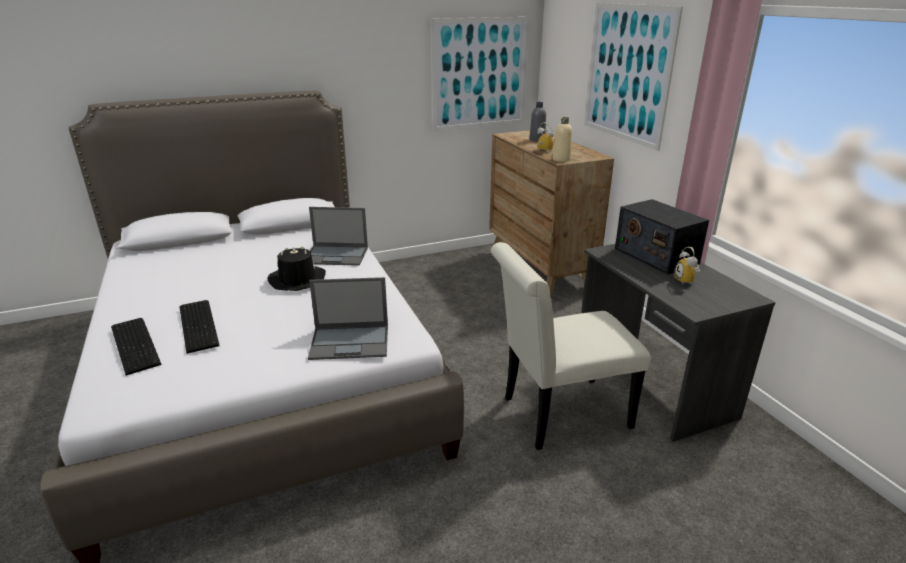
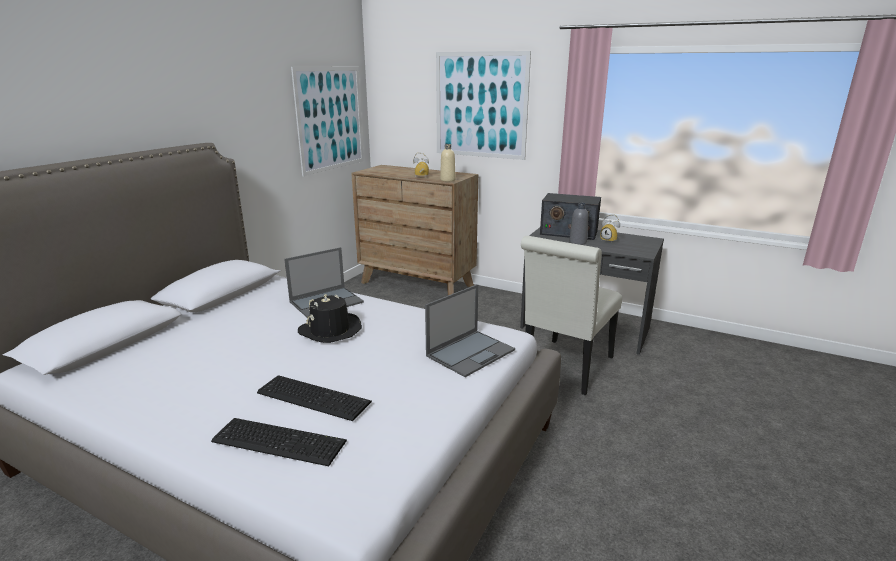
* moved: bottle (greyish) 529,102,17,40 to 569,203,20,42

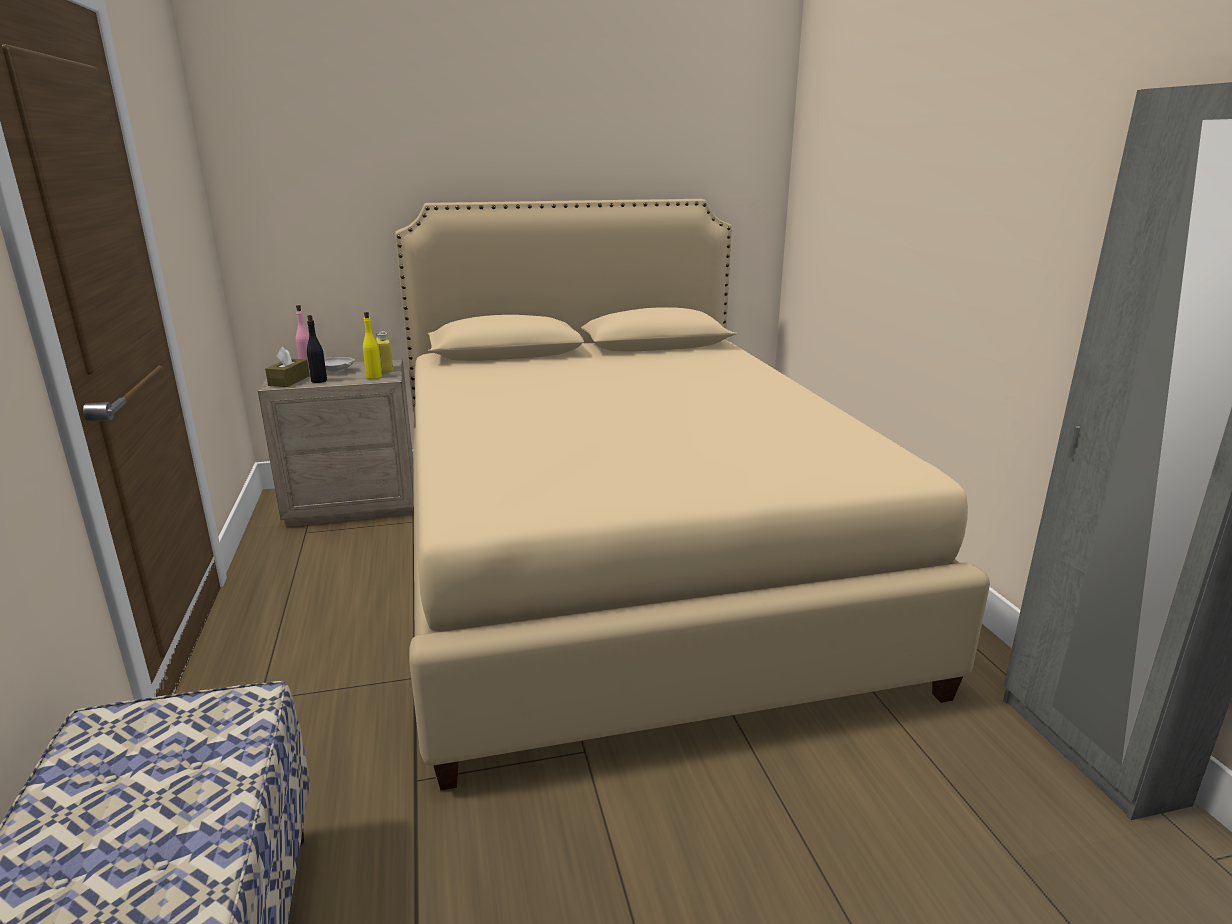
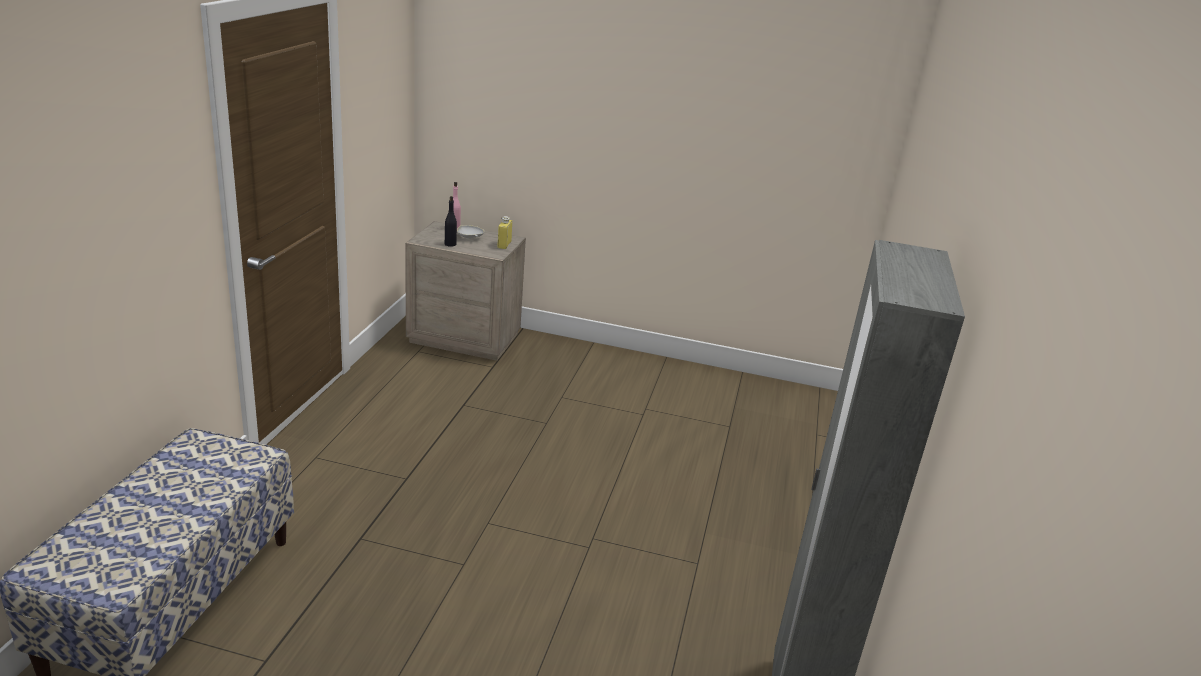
* removed: tissue holder (brown-coloured) 265,347,45,40
* removed: bottle (yellowish) 363,312,19,67
* removed: bed (beige) 395,199,595,592

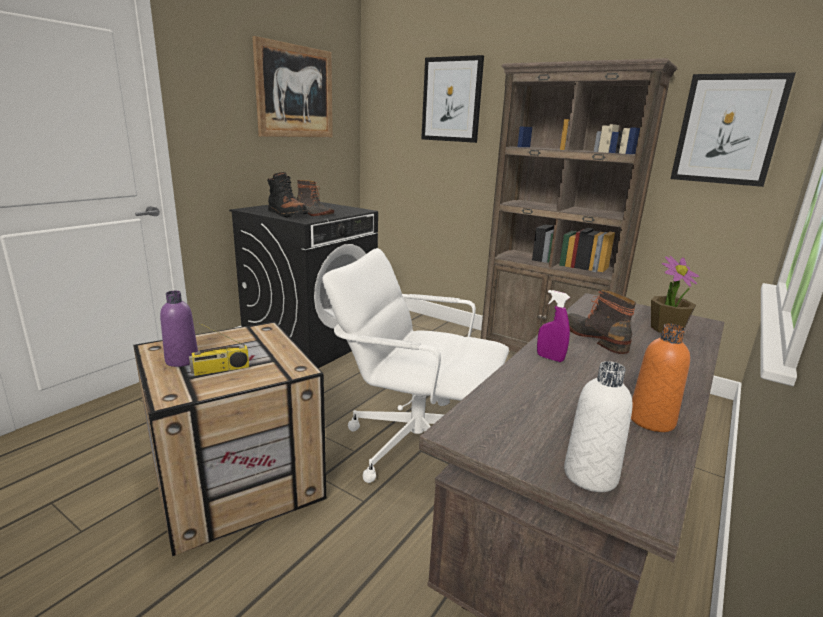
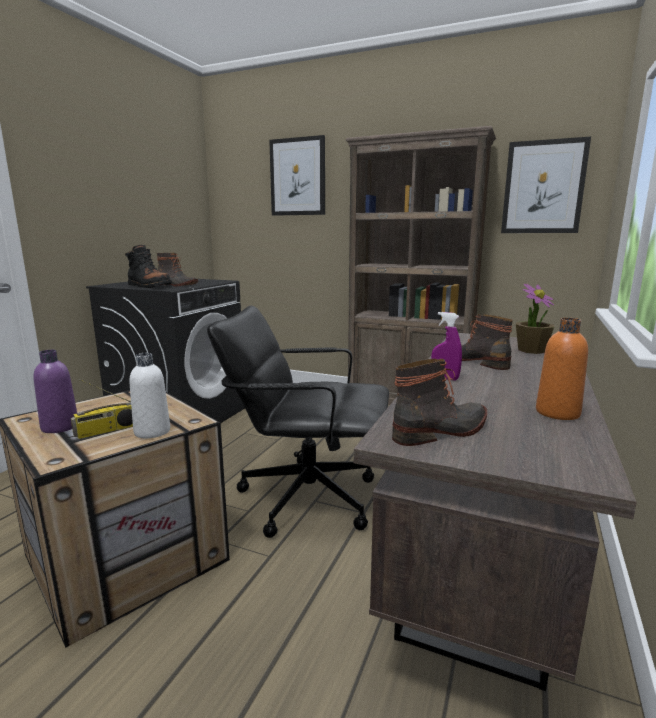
* removed: wall art 252,36,81,101
* added: high-top boot 392,359,95,87
* moved: bottle (whitish) 564,361,68,131 to 129,353,41,85
* recoloured: office chair (whitish) 322,248,187,235 to office chair (black-coloured) 207,306,182,232

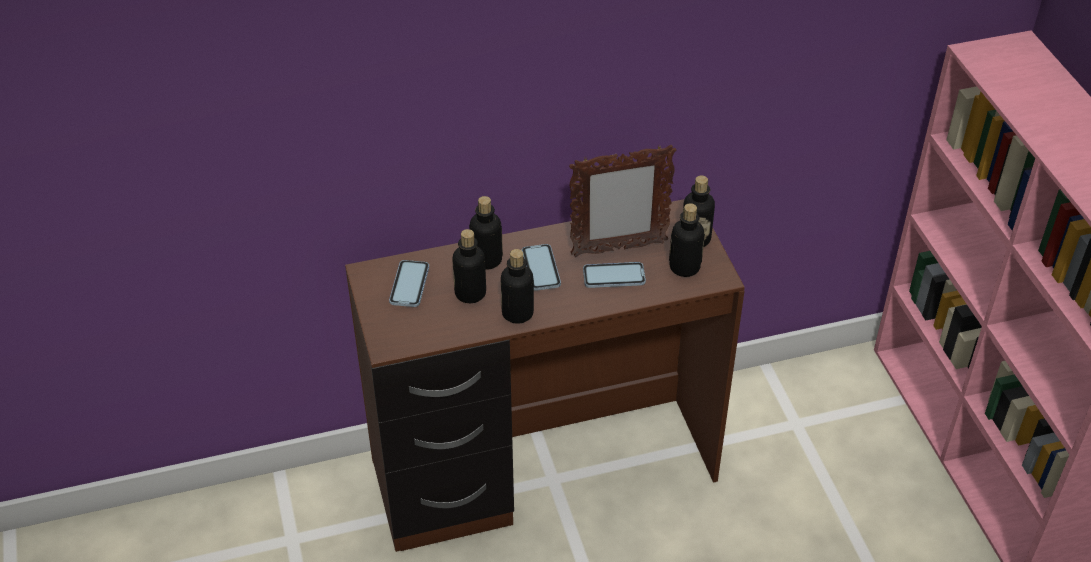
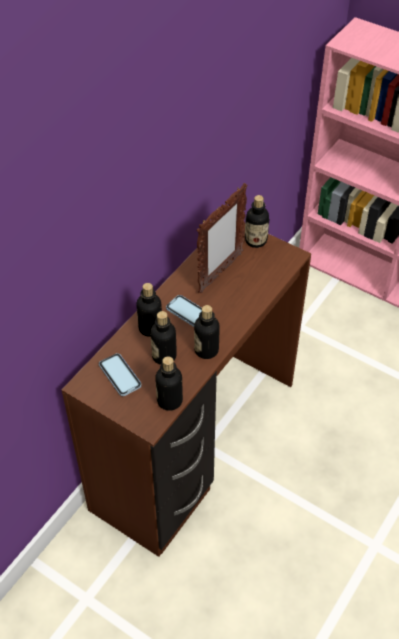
* removed: telephone 583,262,63,26
* moved: bottle 669,203,36,74 to 155,356,28,55

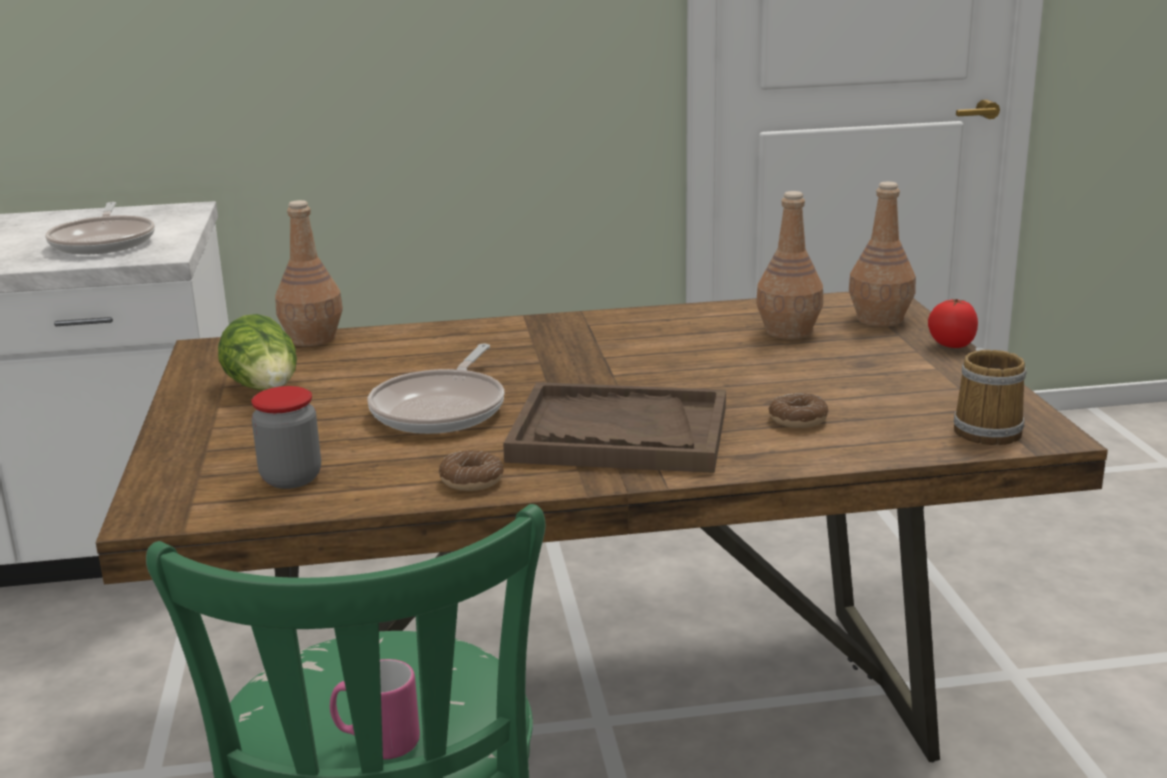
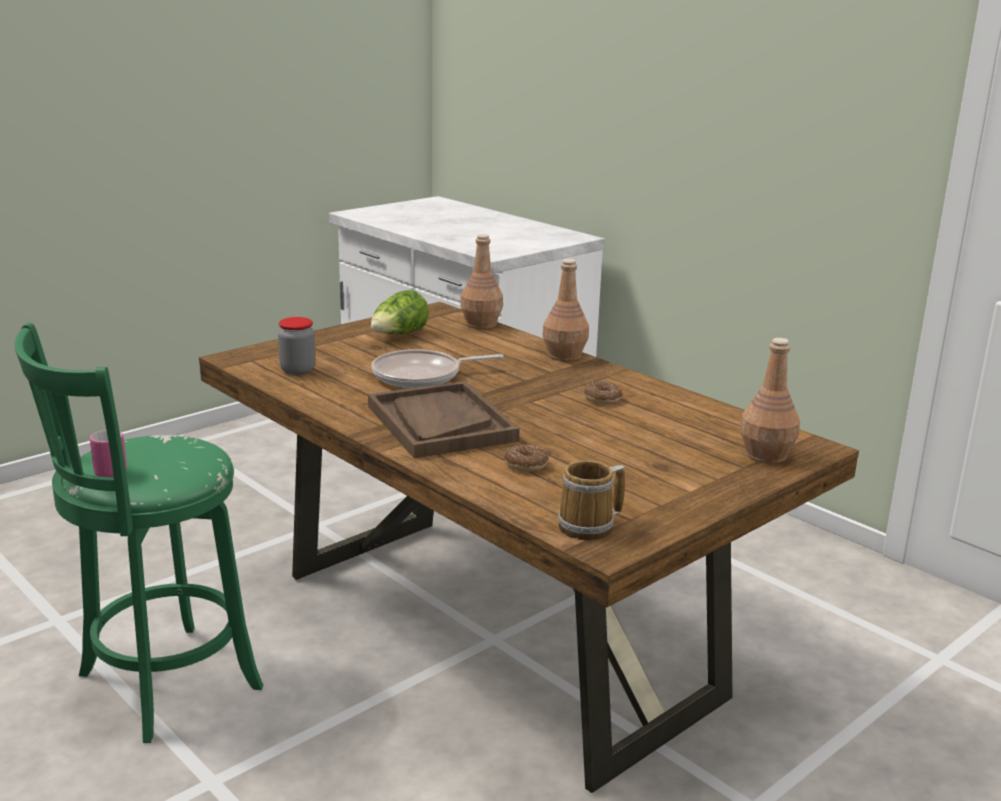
* removed: pan 45,202,110,52
* removed: tomato 928,299,50,49
* moved: ring doughnut 439,450,65,41 to 584,381,39,23
* moved: bottle (brown-coloured) 756,191,67,148 to 542,259,47,102

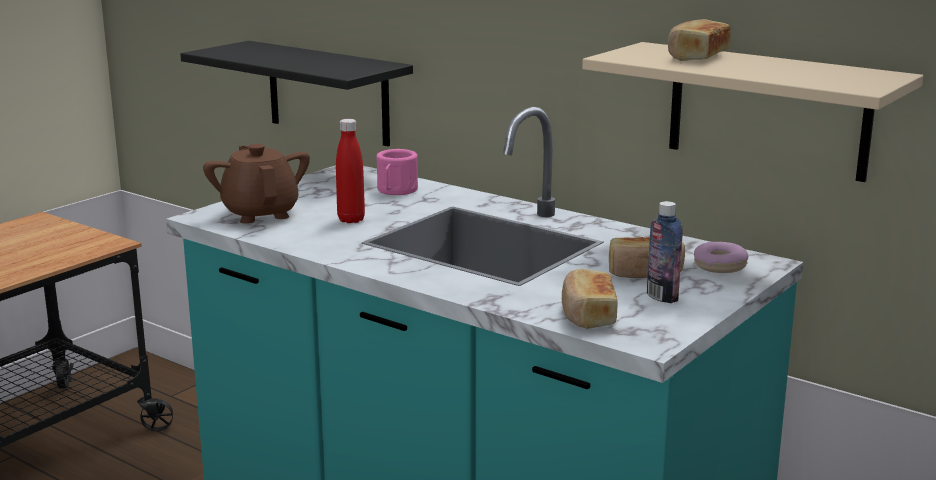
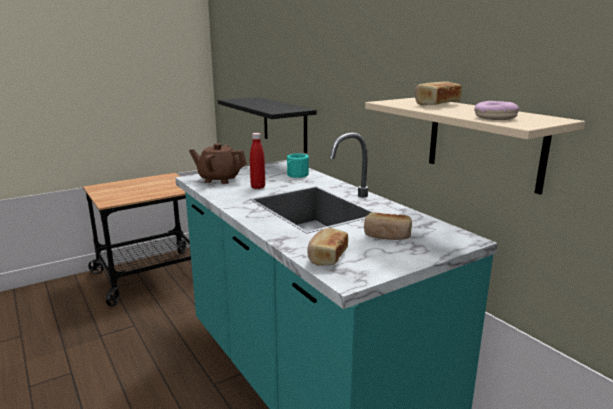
* removed: bottle 647,201,36,102
* moved: ring doughnut 694,242,54,31 to 474,101,45,19
* recoloured: tea mug (pink-coloured) 376,149,42,46 to tea mug (turquoise-coloured) 287,153,22,25
* turned: tea pot (brown-coloured) 203,144,107,80 = 189,143,58,41 75 degrees counterclockwise

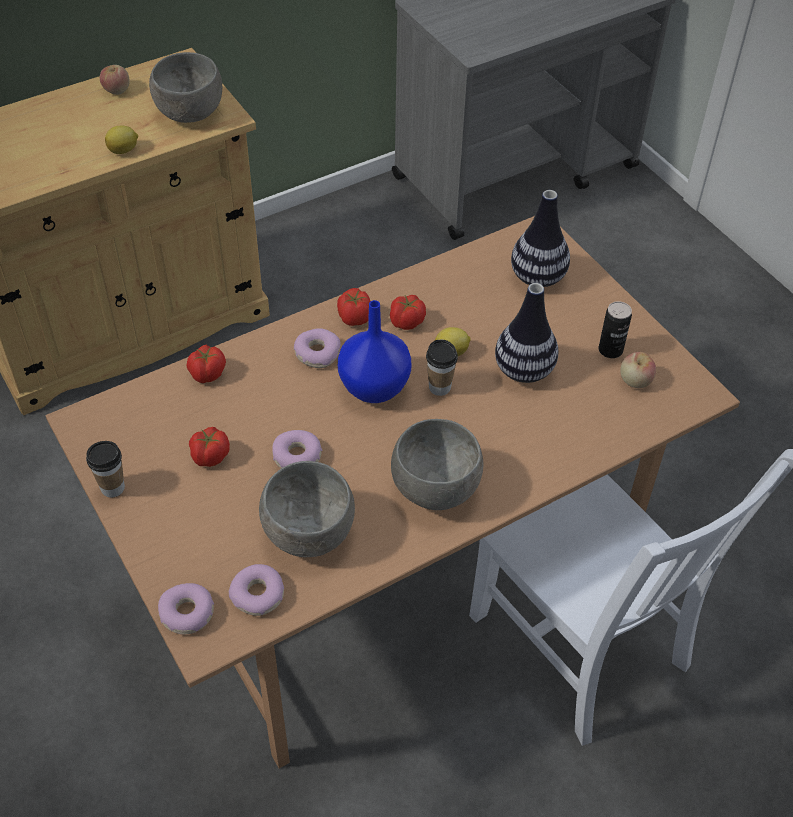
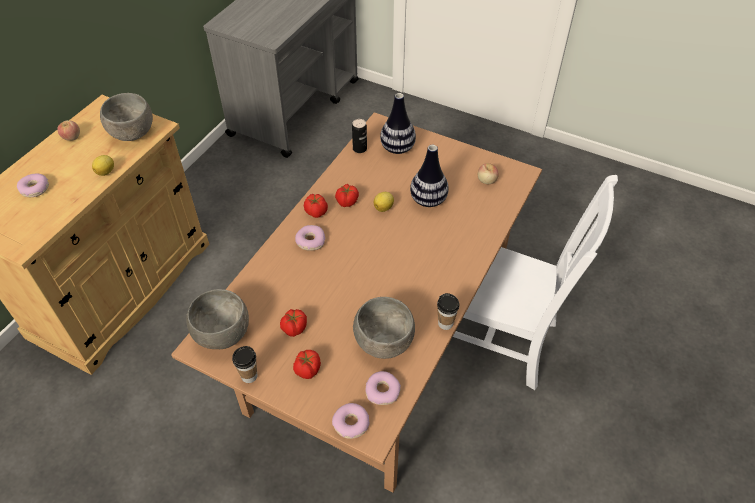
* removed: flower vase (bluish) 338,300,73,103
* moved: tomato 186,345,40,38 to 293,350,28,29
* moved: ring doughnut 272,430,50,38 to 17,174,32,23
* moved: bowl (greyish) 391,419,92,91 to 186,289,63,60
* moved: small cup 426,340,32,56 to 437,293,23,37
* moved: metal can 598,301,34,57 to 352,119,15,34

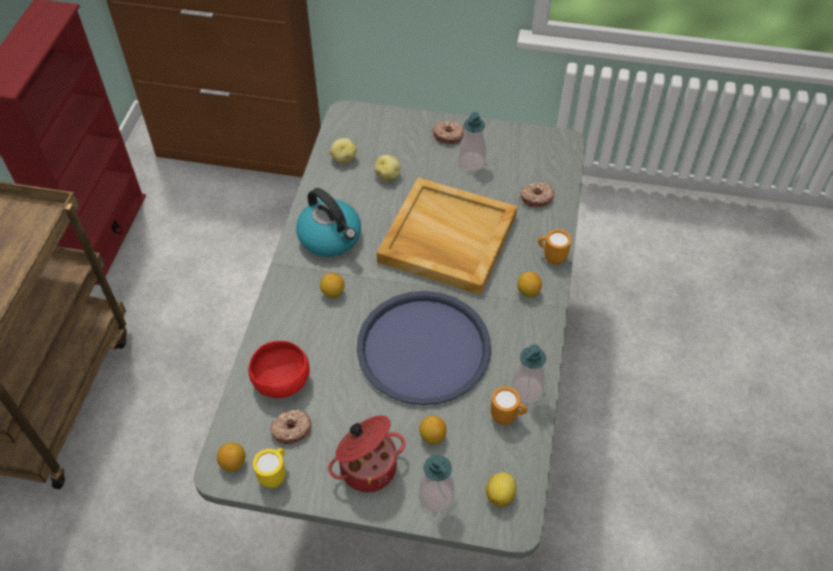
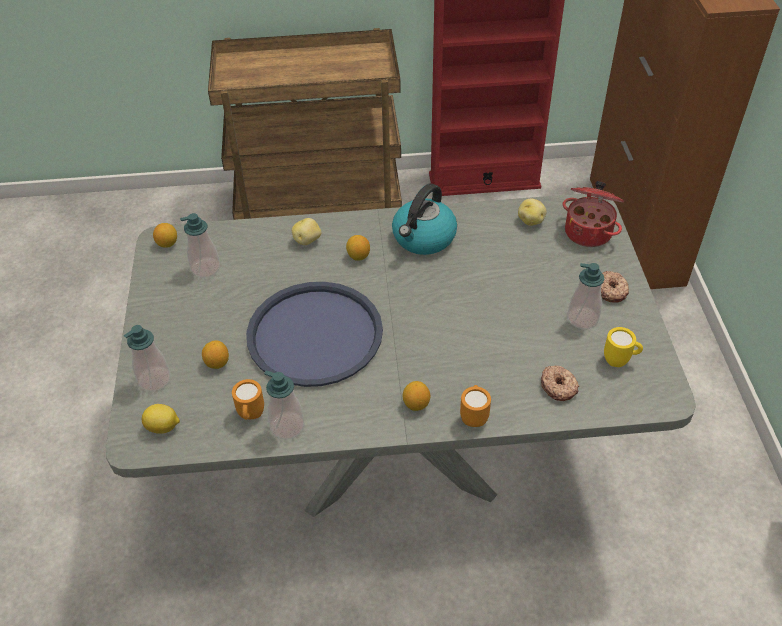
* removed: bowl (reddish) 248,341,62,57
* removed: tray (beige) 377,177,140,118
* moved: tea mug (yellowish) 253,448,33,40 to 604,327,39,40
* moved: stockpot 328,415,78,77 to 562,181,62,66
* moved: whole potato 374,155,27,26 to 292,218,30,27
* replaced: ring doughnut 270,409,42,35 to soap bottle 180,213,40,65

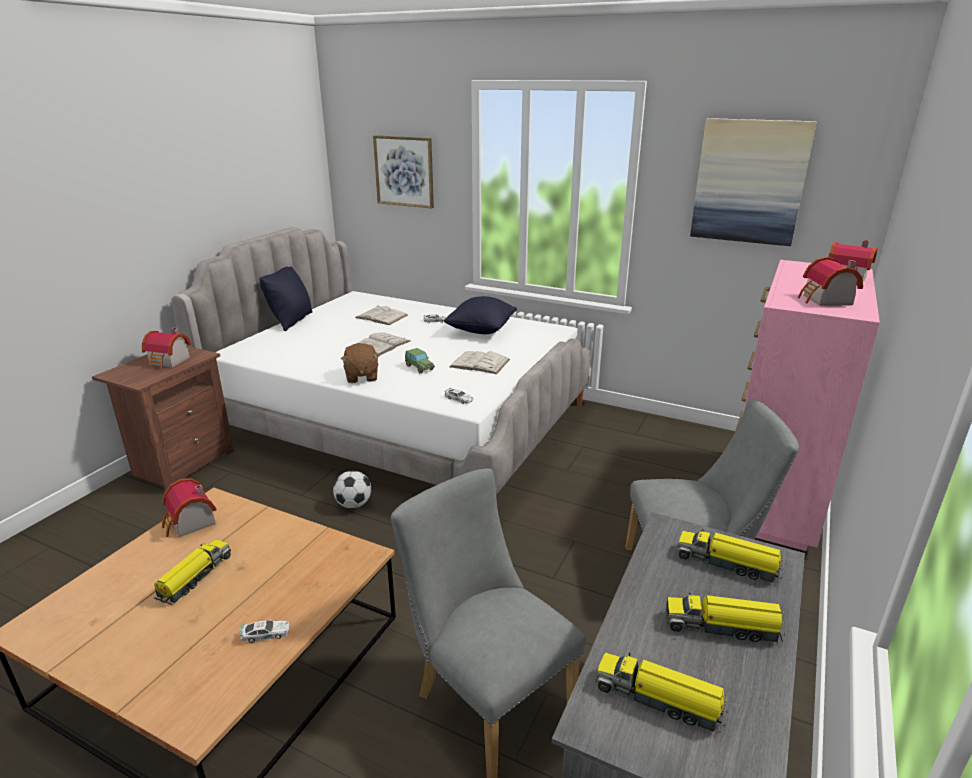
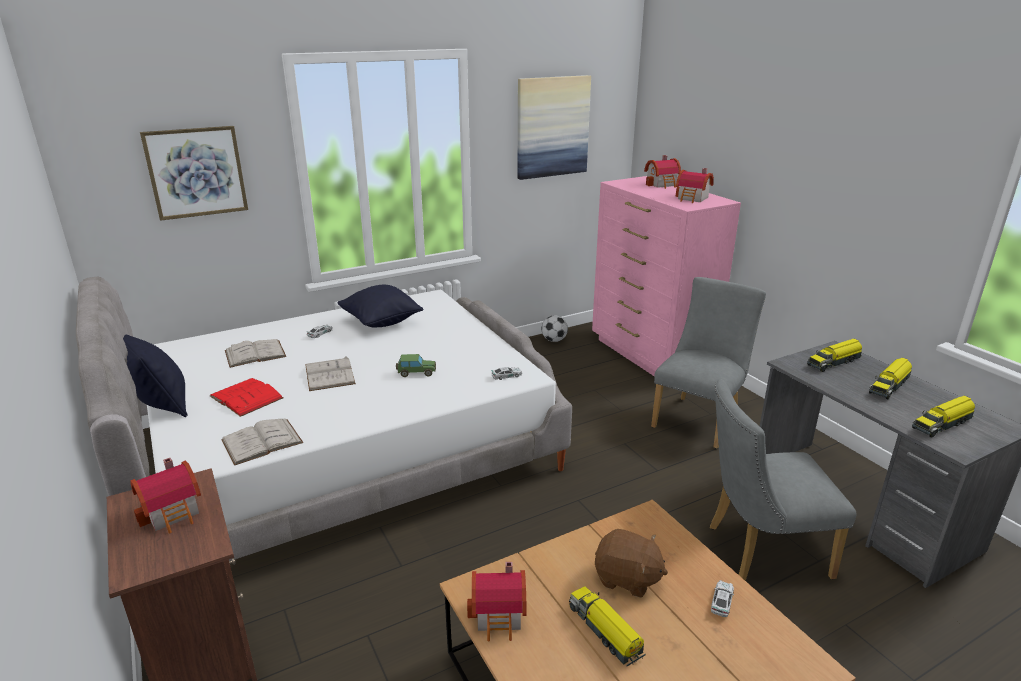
* added: book (reddish) 210,378,73,39
* moved: ball for football 333,471,38,38 to 542,315,26,27
* moved: plush toy (brown-coloured) 341,343,38,40 to 595,529,73,69
* moved: book (whitish) 450,351,60,23 to 221,418,82,48

